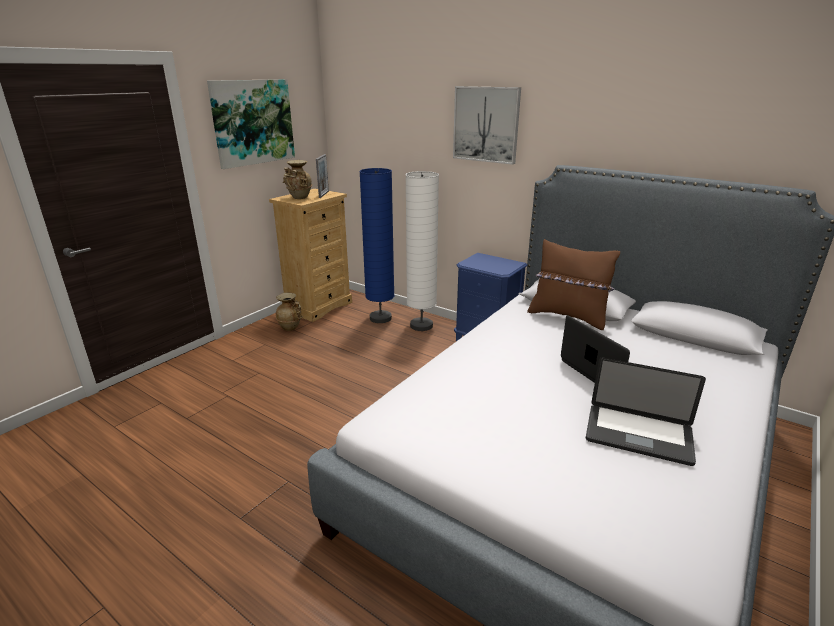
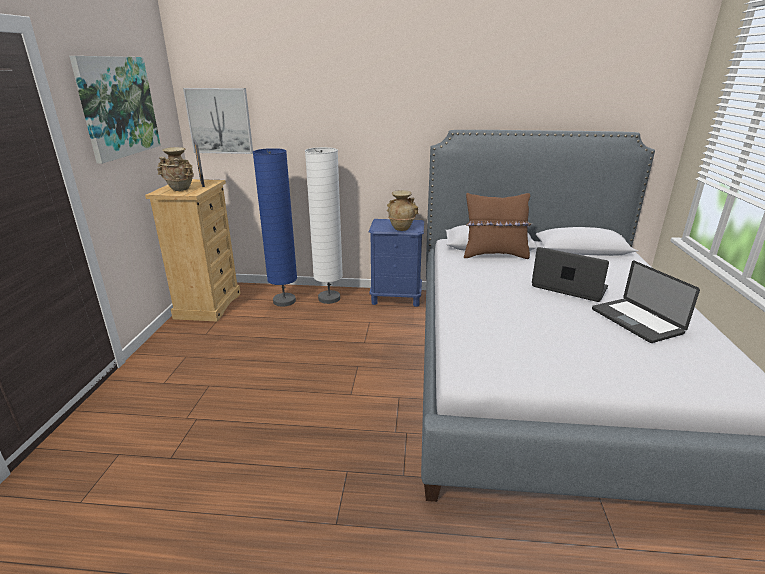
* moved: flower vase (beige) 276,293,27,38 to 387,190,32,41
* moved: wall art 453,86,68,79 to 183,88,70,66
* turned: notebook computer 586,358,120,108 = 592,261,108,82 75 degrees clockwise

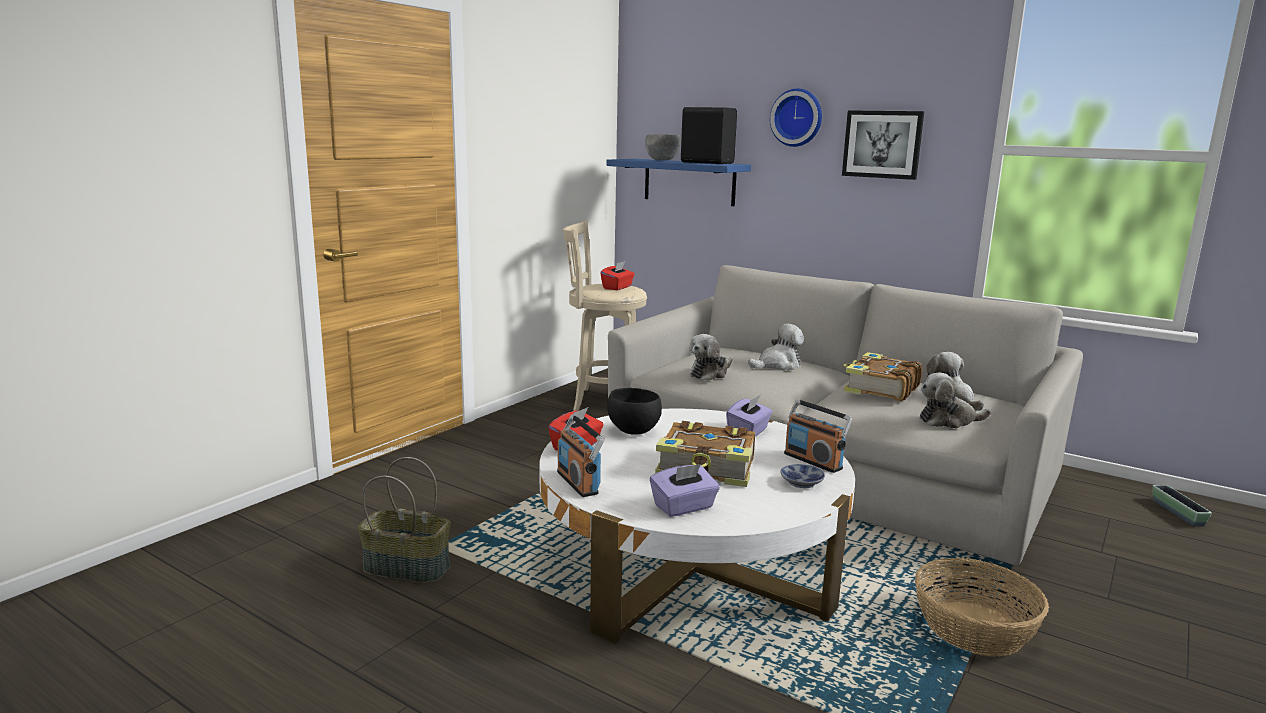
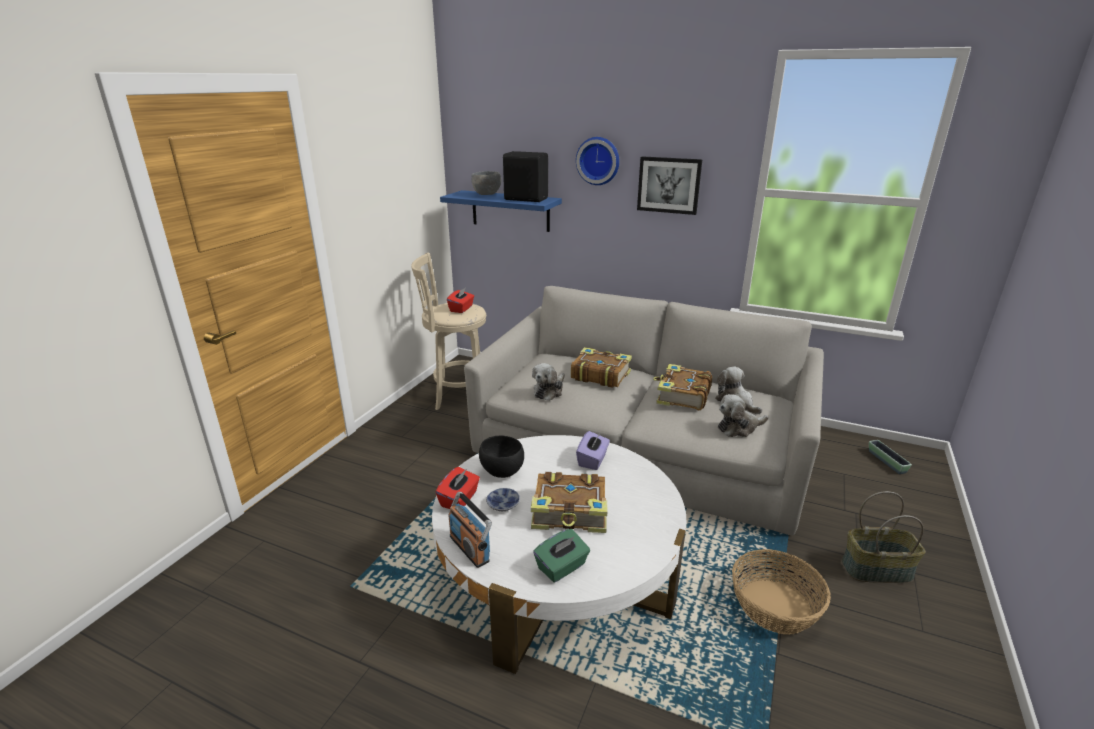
* removed: radio receiver 784,399,68,74
* moved: household basket 358,457,93,126 to 842,491,84,92
* moved: bowl 780,464,45,24 to 486,488,34,23
* replaced: plush toy 748,324,56,46 to book 571,347,61,41
* recoloured: tissue holder (purple) 650,464,70,53 to tissue holder (green) 533,529,57,53

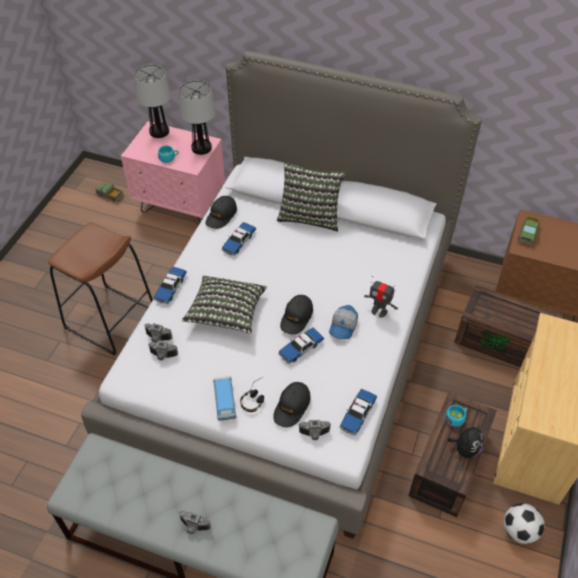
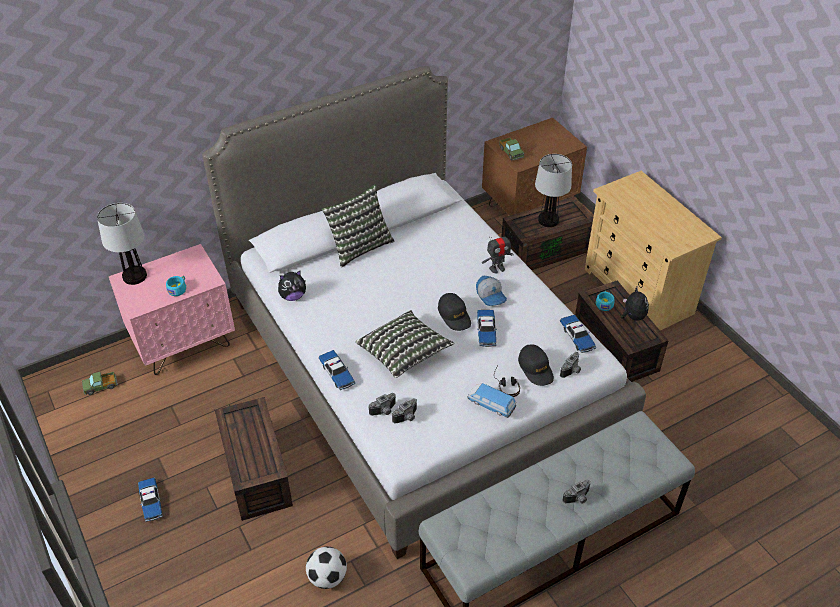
* moved: lamp for a table 179,81,37,74 to 535,154,37,73
* moved: model car 221,222,35,34 to 138,478,25,44
* moved: ball for football 504,503,41,41 to 306,546,41,43
* replaced: stool (brown-coloured) 48,222,105,133 to storage bin (brown-coloured) 215,397,78,124
* replaced: baseball cap (black-coloured) 205,196,32,33 to plush toy 278,271,28,30

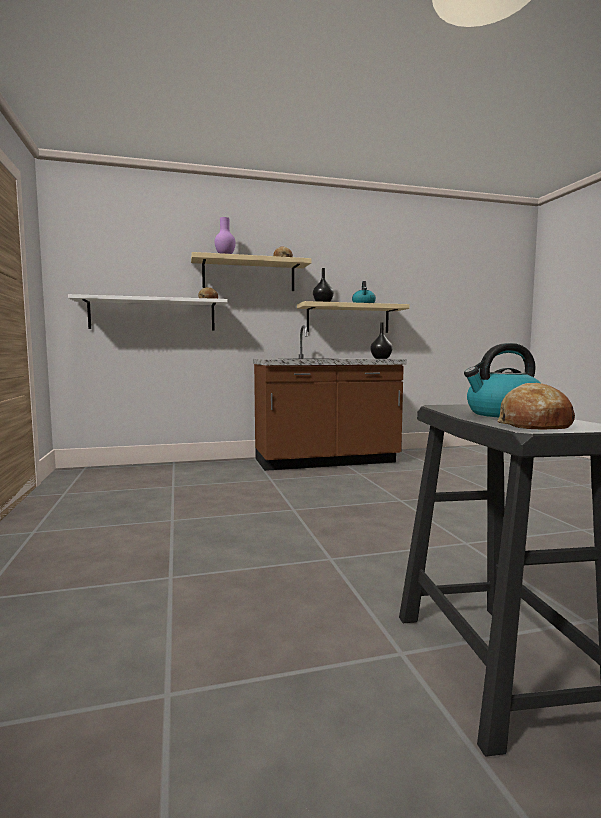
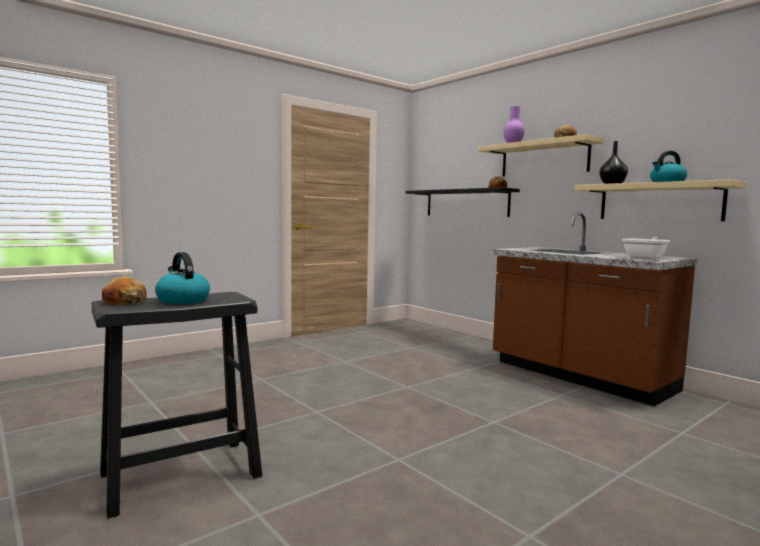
* replaced: flower vase (black-coloured) 370,323,23,36 to pan 622,237,48,23
* recoloured: bracket shelf (whitish) 68,294,160,37 to bracket shelf (black-coloured) 405,187,115,30

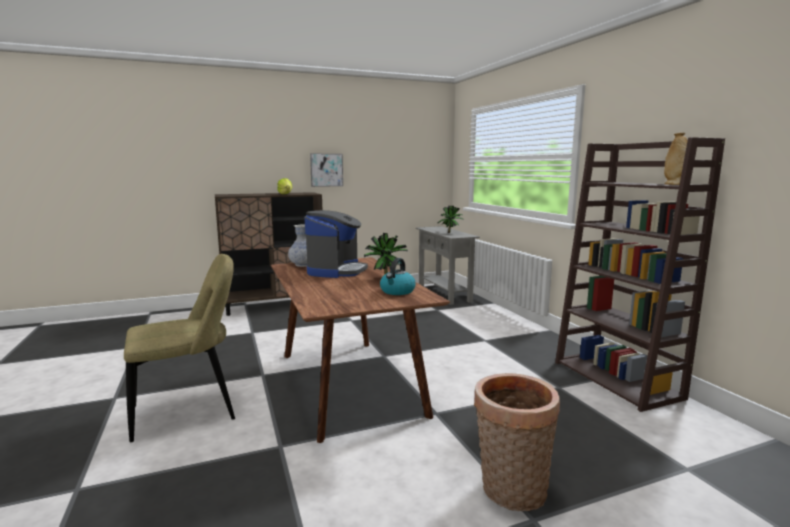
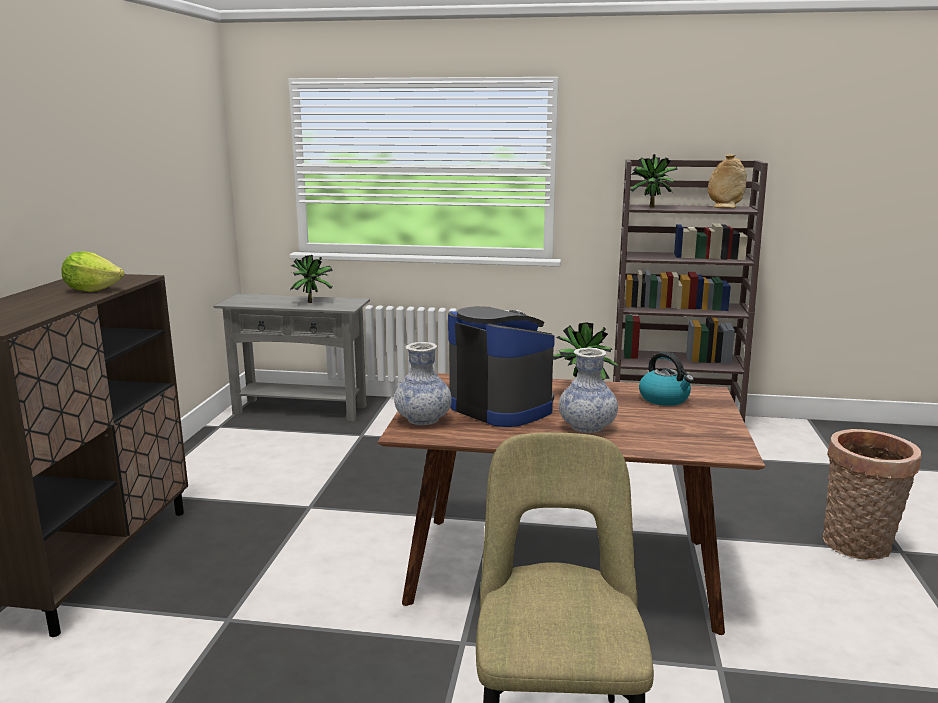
* removed: wall art 310,154,33,33
* added: flower vase 559,348,59,85
* added: plant in a pot 630,154,48,54

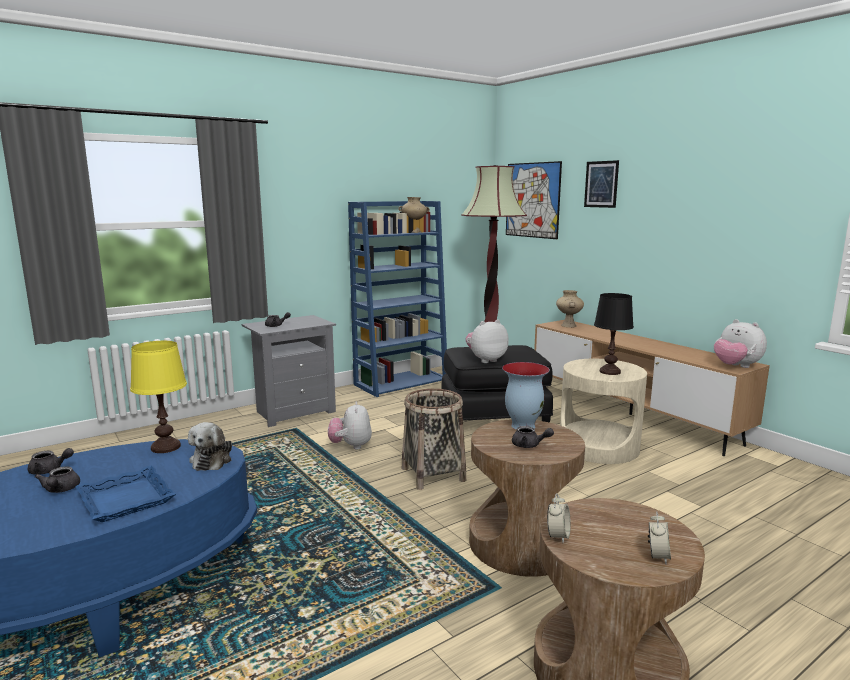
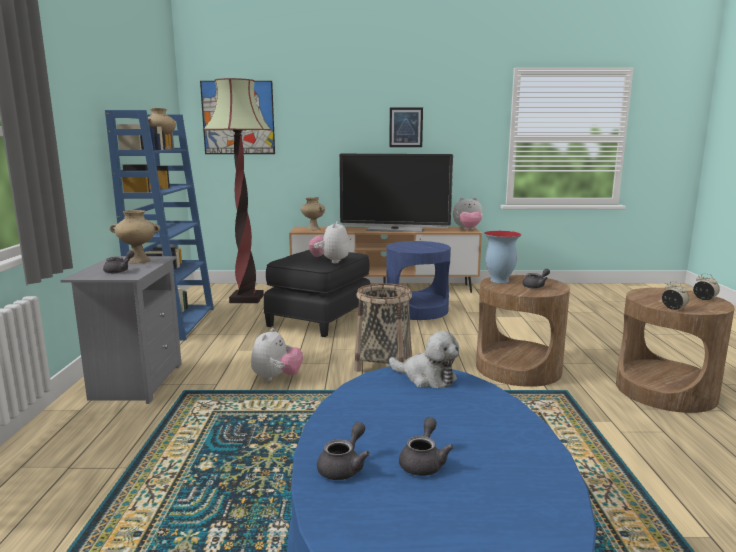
* removed: tray (bluish) 75,465,101,57
* removed: lamp for a table (yellowish) 130,341,57,112
* removed: lamp for a table (black-coloured) 594,293,40,82
* added: flower vase (beige) 110,210,50,54
* added: TV 339,154,114,78
* moved: wall art 584,160,35,48 to 389,107,34,40
* recoloured: side table (beige) 560,359,87,105 to side table (bluish) 386,241,65,79
* turned: tea pot (greyish) 35,466,45,27 = 399,417,55,59 90 degrees counterclockwise
* turned: plush toy 328,401,44,49 = 251,328,52,53 105 degrees counterclockwise

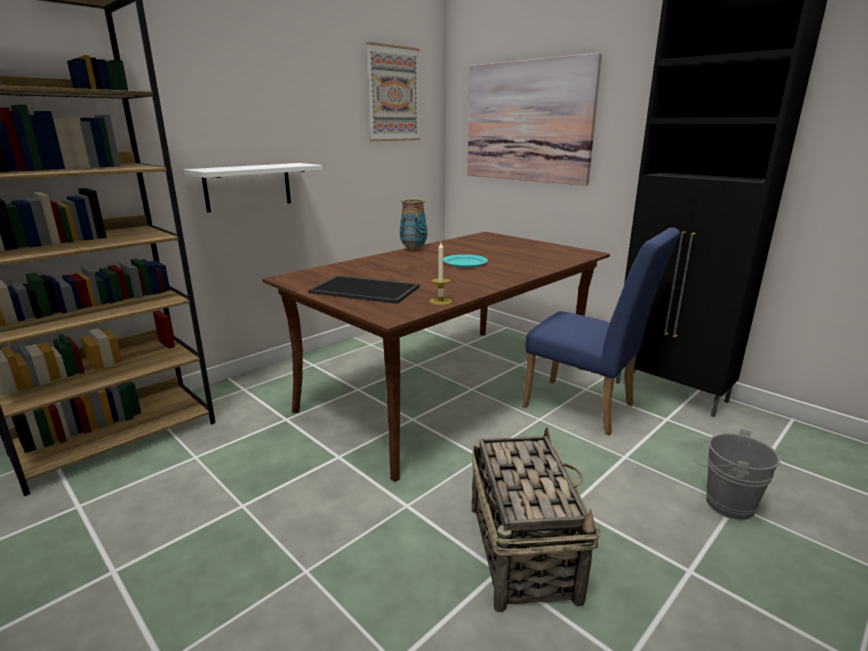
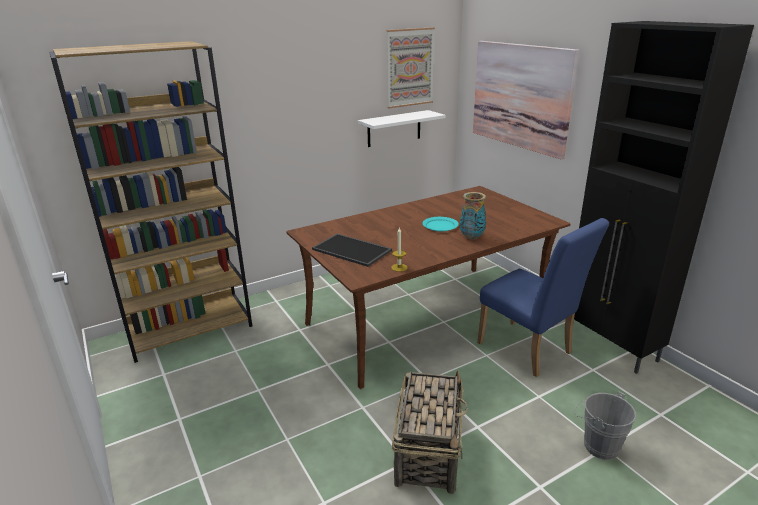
* moved: bracket shelf (whitish) 184,163,138,49 to 358,110,88,37
* moved: flower vase 400,199,27,51 to 460,192,26,48

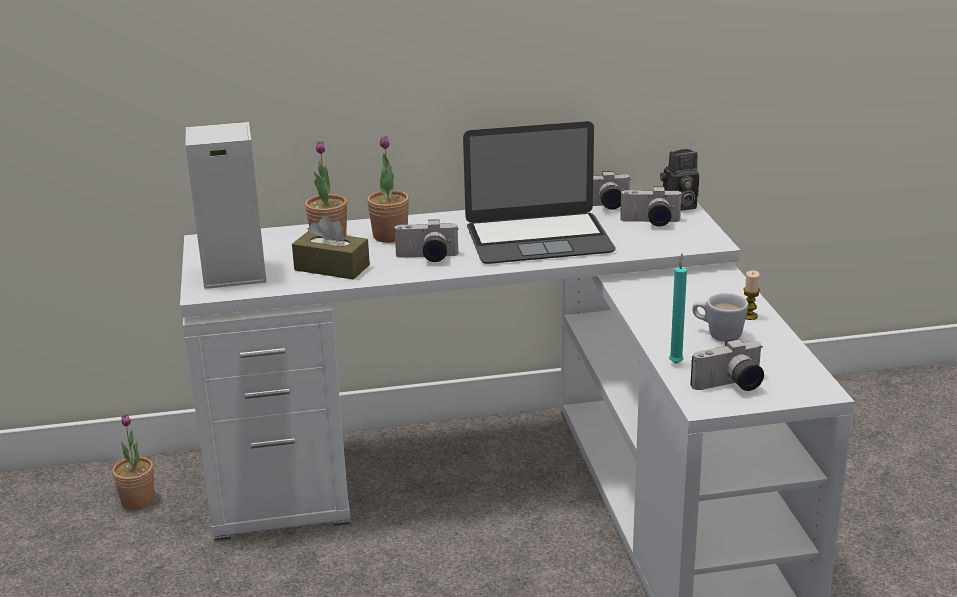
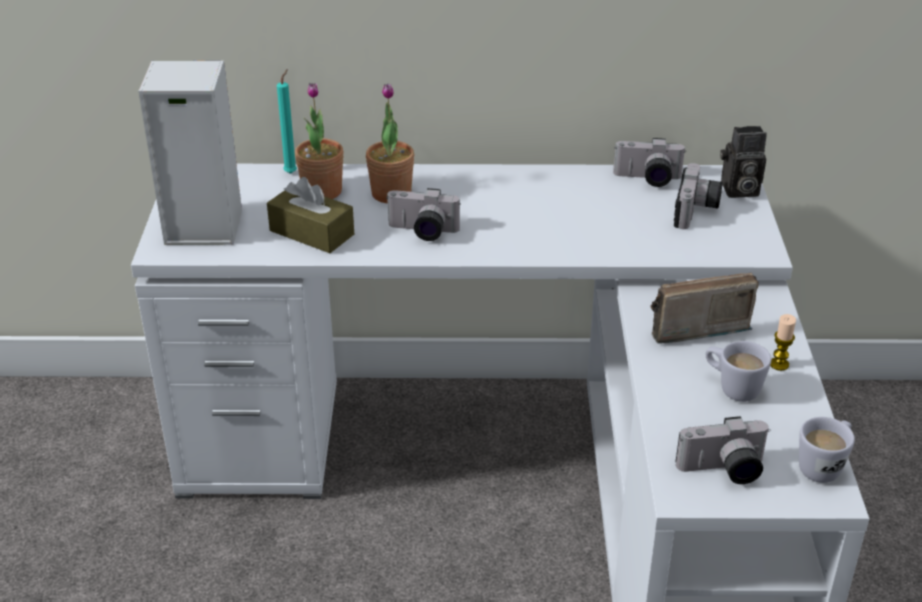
* removed: plant in a pot 112,414,43,96
* removed: notebook computer 463,121,153,143
* added: radio receiver 650,273,109,70
* added: tea mug (whitish) 799,417,56,66
* moved: wax candle (turquoise-coloured) 669,253,18,111 to 277,69,20,105
* turned: still camera 620,186,63,41 = 674,163,49,66 90 degrees counterclockwise

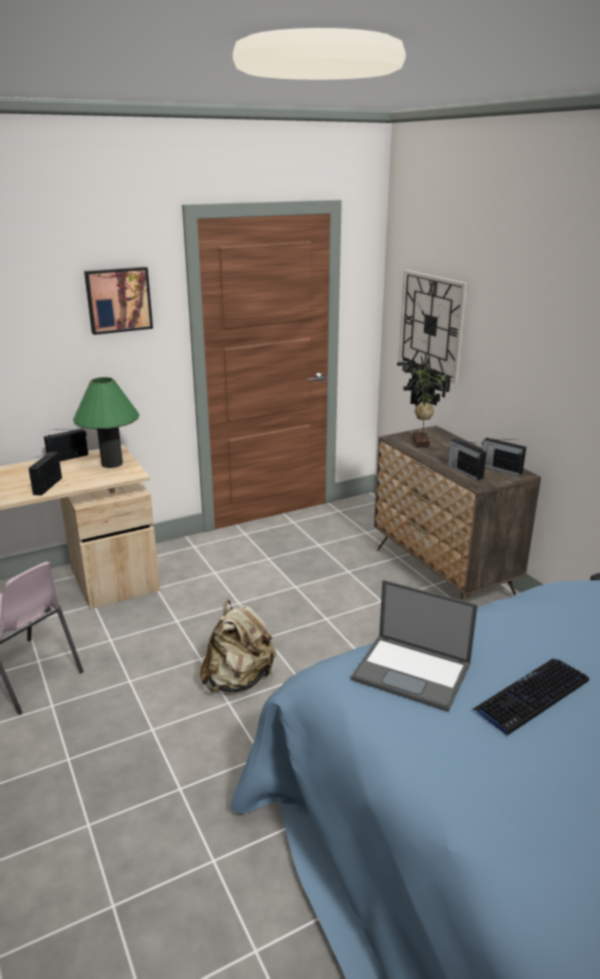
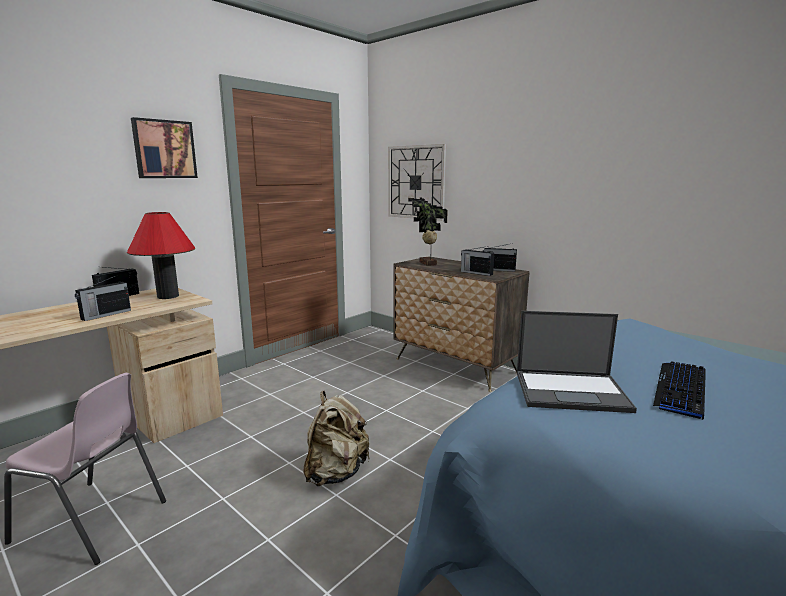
* recoloured: lamp for a table (green) 73,377,66,91 to lamp for a table (reddish) 127,212,68,87
* turned: radio receiver 28,452,34,44 = 75,276,56,45 135 degrees counterclockwise

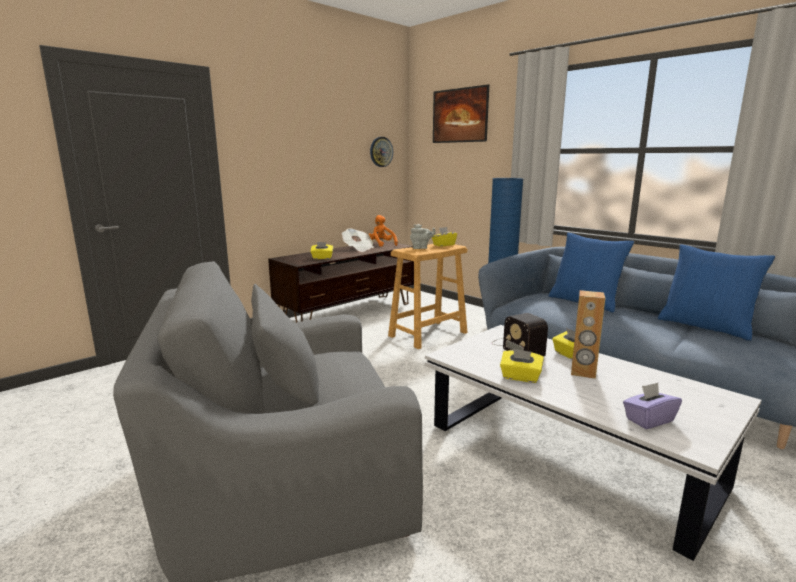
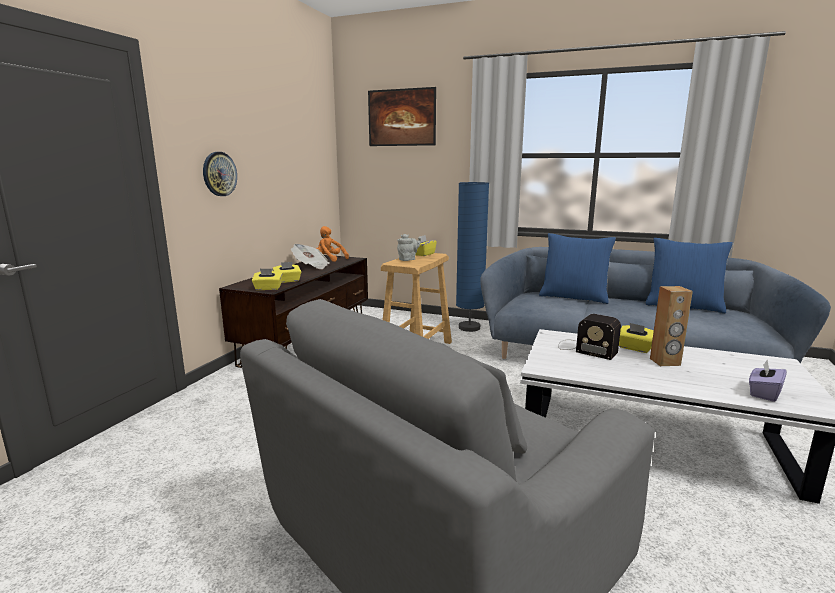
* moved: clock on the wall 370,137,23,30 to 203,152,34,44
* moved: tissue holder (yellowish) 500,349,44,34 to 252,269,31,21

